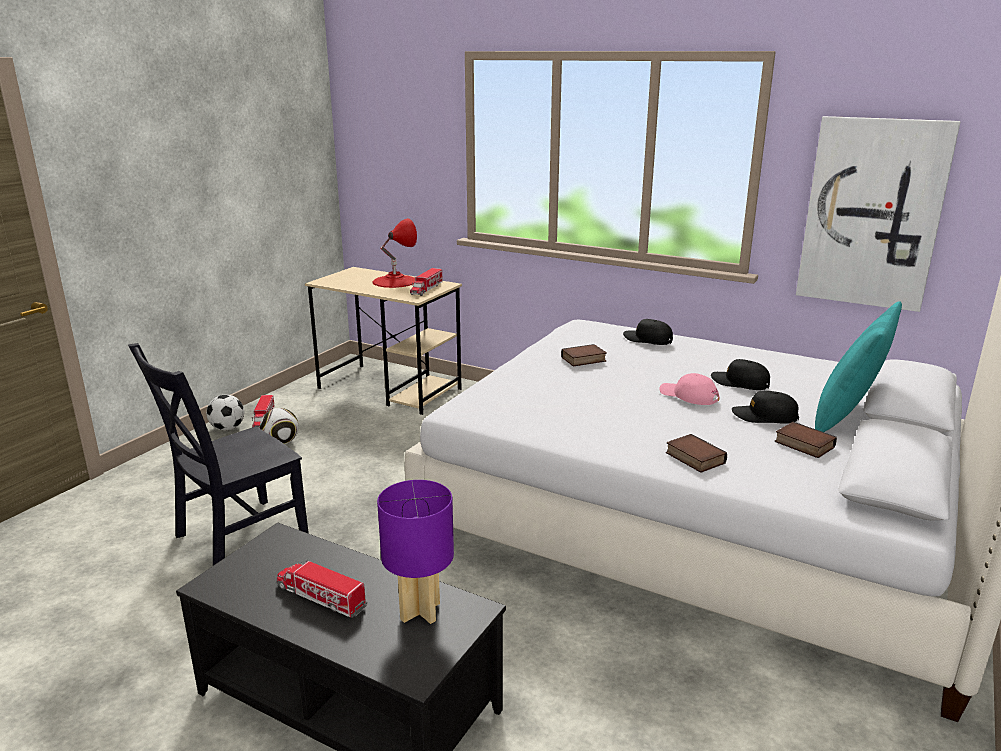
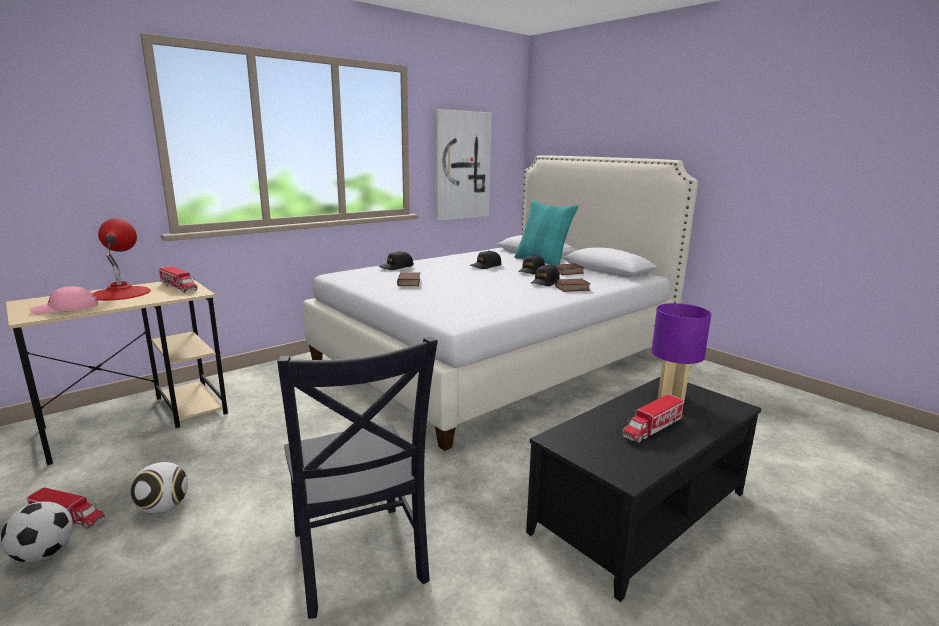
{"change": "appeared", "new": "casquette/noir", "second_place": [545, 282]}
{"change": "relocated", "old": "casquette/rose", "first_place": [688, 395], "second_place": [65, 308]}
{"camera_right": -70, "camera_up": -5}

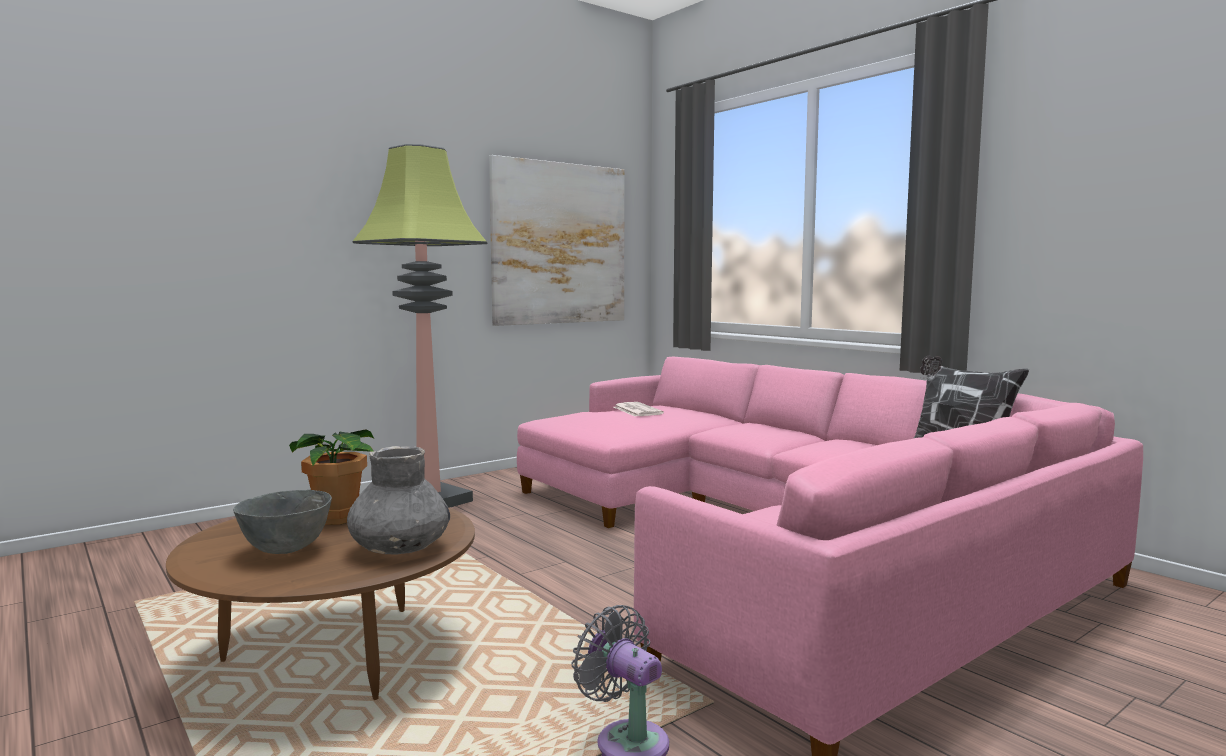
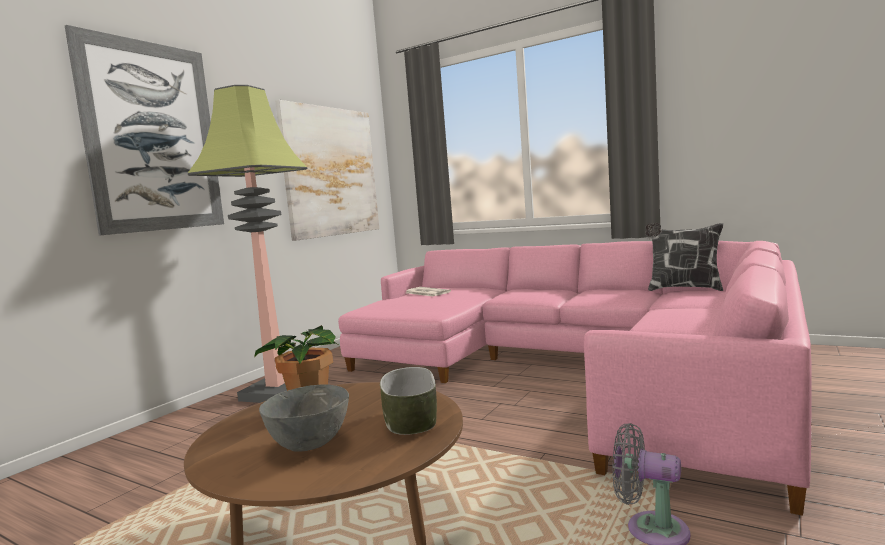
{"change": "appeared", "new": "tableau", "second_place": [153, 137]}
{"change": "exchanged", "old": "vase/gris", "new": "bol", "first_place": [399, 549], "second_place": [412, 421]}
{"camera_right": -20, "camera_up": 0}

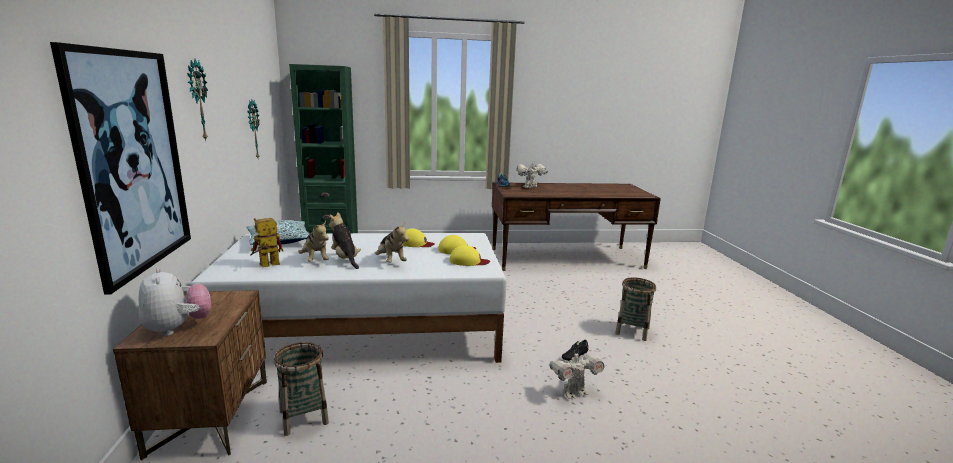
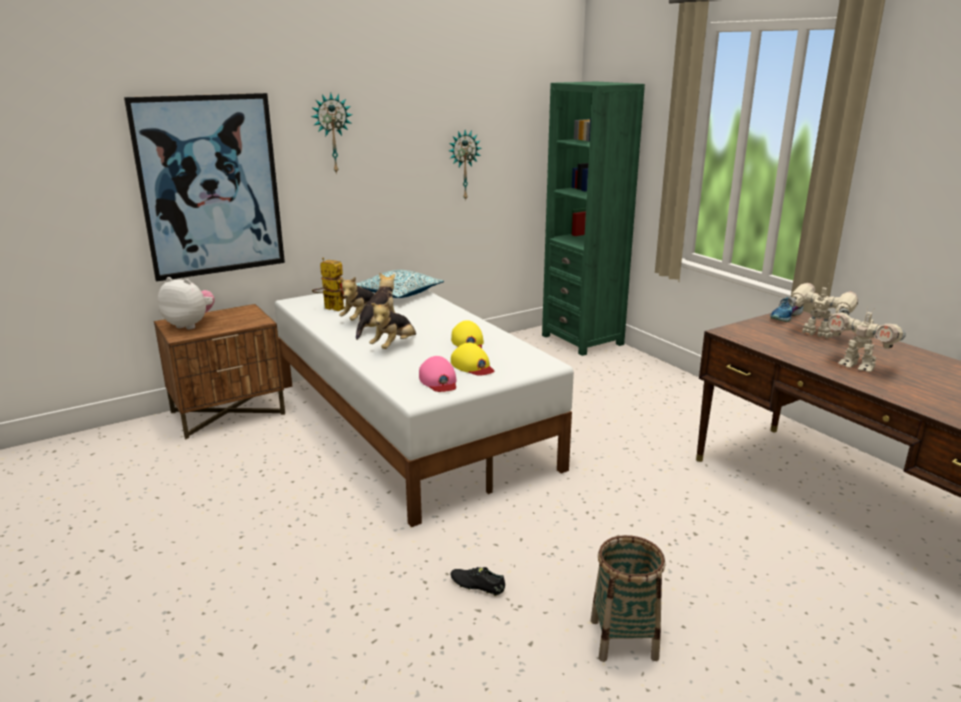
{"change": "missing", "old": "panier", "first_place": [304, 417]}
{"change": "relocated", "old": "robot jouet", "first_place": [574, 392], "second_place": [857, 366]}
{"change": "colour", "old": "casquette/jaune", "new": "casquette/rose", "first_place": [468, 261], "second_place": [438, 381]}
{"change": "spun", "old": "peluche", "first_place": [178, 328], "second_place": [190, 325], "degrees": -105}
{"camera_right": 65, "camera_up": 5}

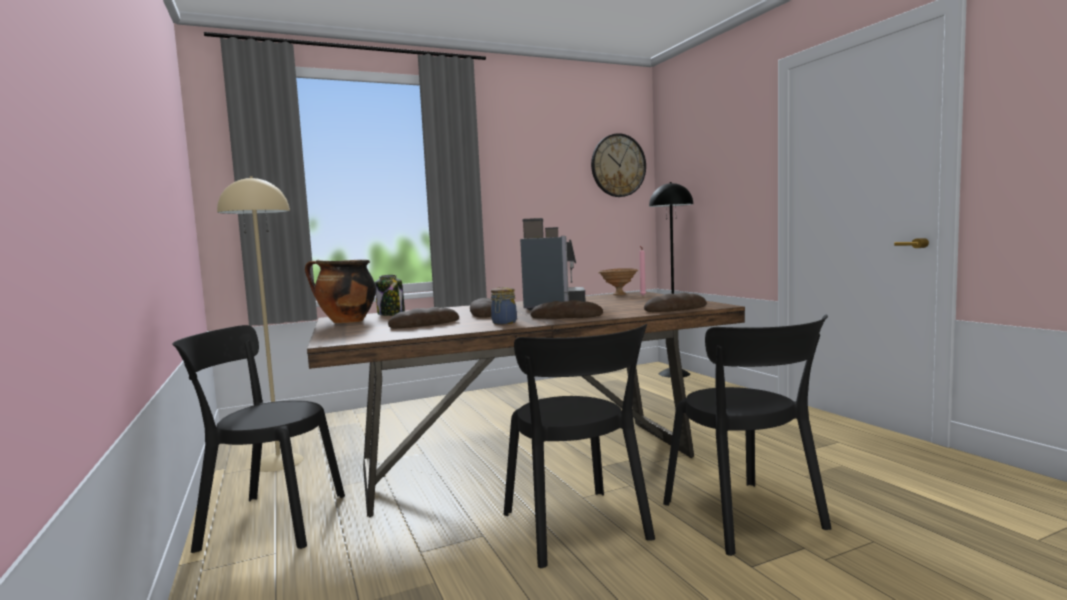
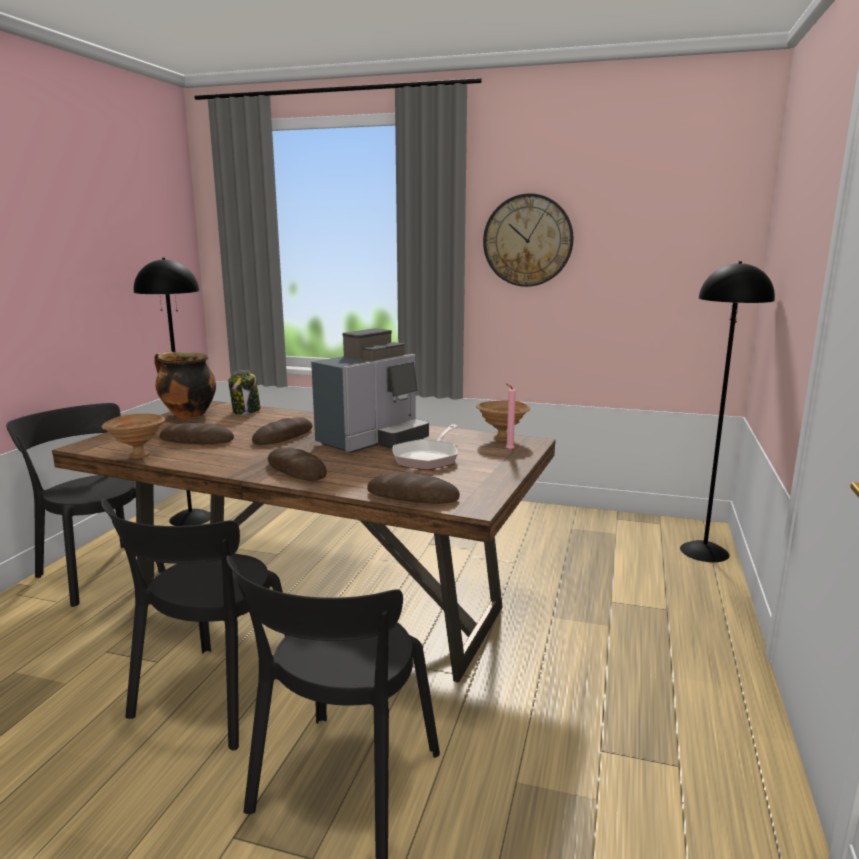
{"change": "missing", "old": "bocal", "first_place": [503, 323]}
{"change": "appeared", "new": "bol/marron", "second_place": [137, 455]}
{"change": "appeared", "new": "poêle", "second_place": [427, 458]}
{"change": "relocated", "old": "horloge murale", "first_place": [618, 165], "second_place": [528, 240]}
{"change": "colour", "old": "lampadaire/beige", "new": "lampadaire/noir", "first_place": [279, 462], "second_place": [191, 518]}
{"camera_right": 40, "camera_up": 10}

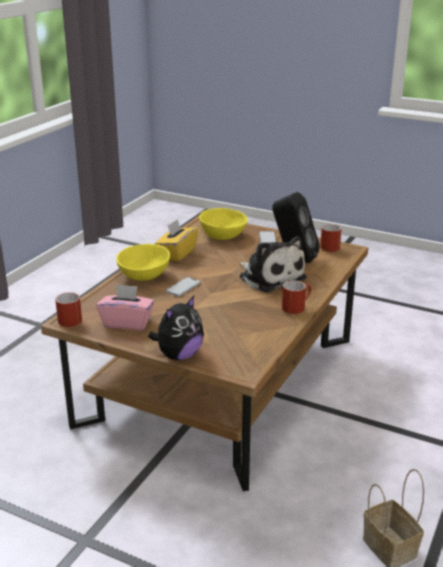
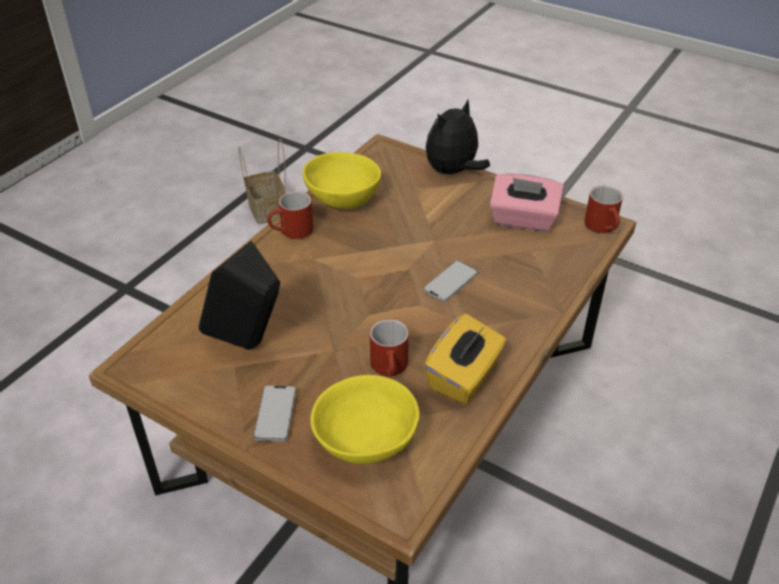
{"change": "missing", "old": "peluche", "first_place": [270, 277]}
{"change": "relocated", "old": "bol/jaune", "first_place": [144, 275], "second_place": [343, 199]}
{"change": "relocated", "old": "mug/rouge", "first_place": [328, 246], "second_place": [391, 368]}
{"camera_right": -175, "camera_up": 15}

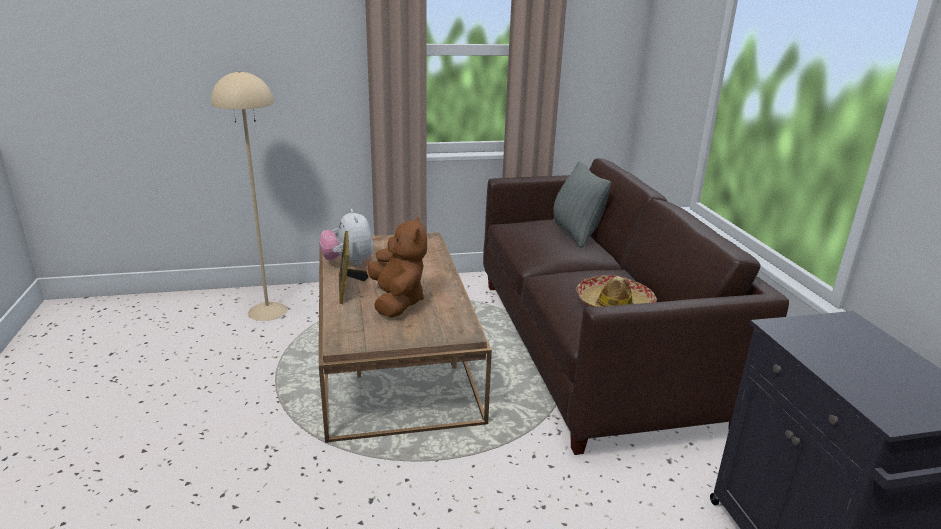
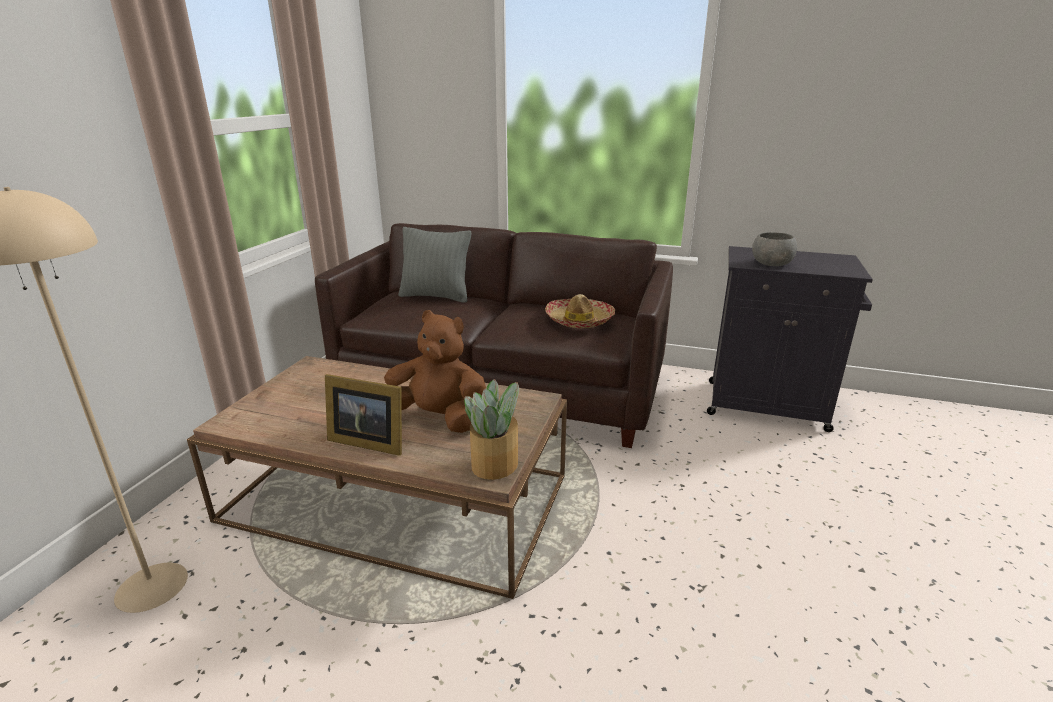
{"change": "missing", "old": "peluche", "first_place": [348, 262]}
{"change": "appeared", "new": "plante en pot", "second_place": [495, 464]}
{"change": "appeared", "new": "bol/gris", "second_place": [771, 264]}
{"camera_right": -60, "camera_up": 0}

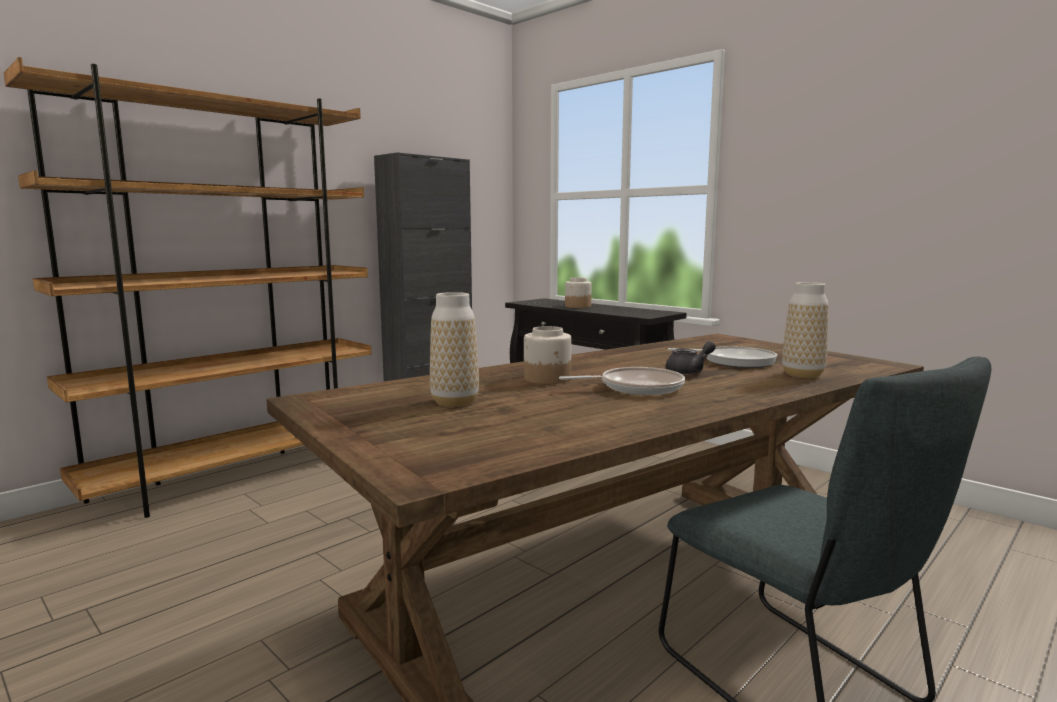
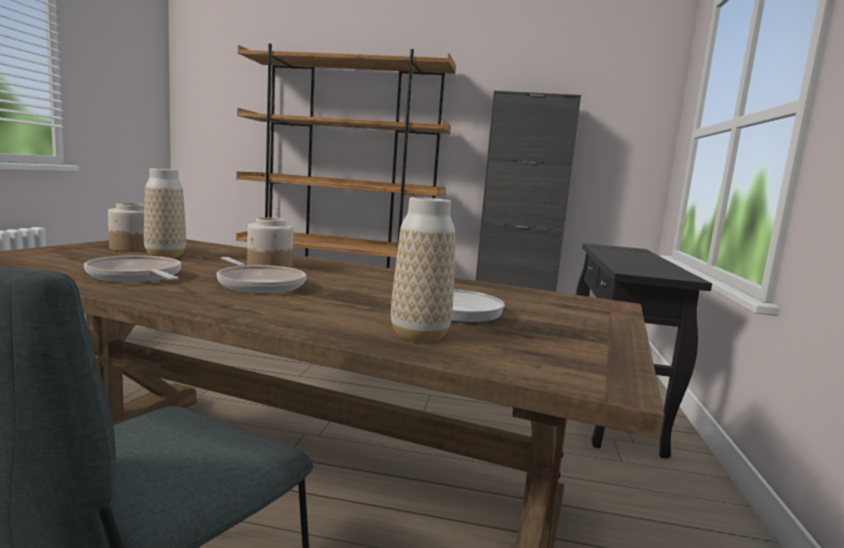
{"change": "missing", "old": "théière/gris", "first_place": [689, 372]}
{"change": "appeared", "new": "poêle", "second_place": [136, 277]}
{"change": "relocated", "old": "bocal", "first_place": [577, 306], "second_place": [132, 248]}
{"camera_right": 55, "camera_up": 0}

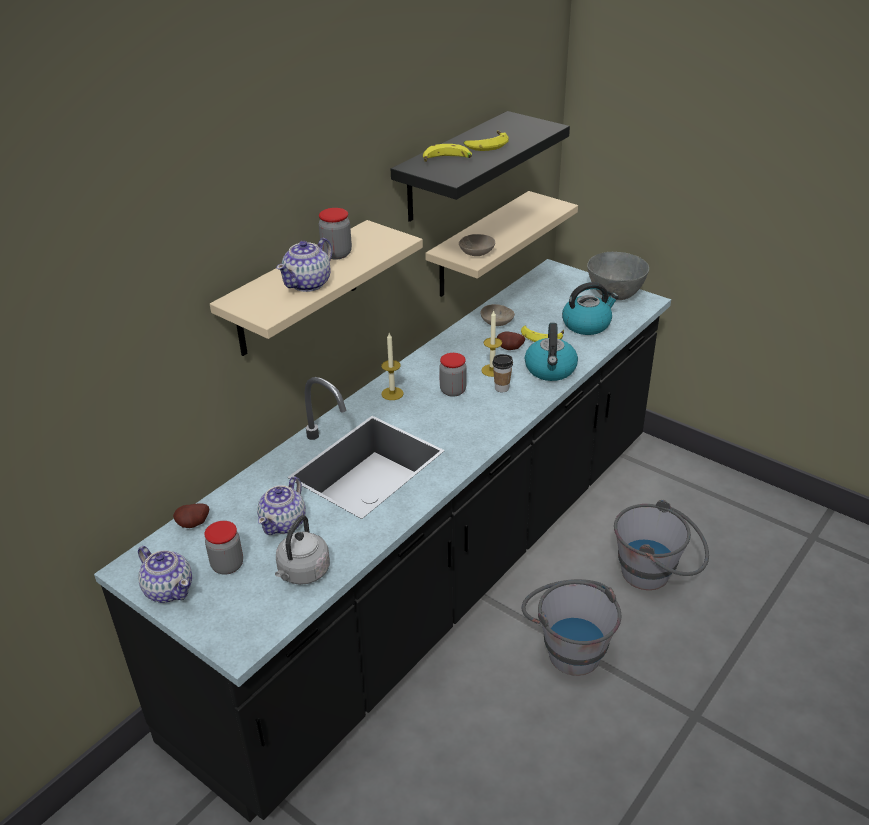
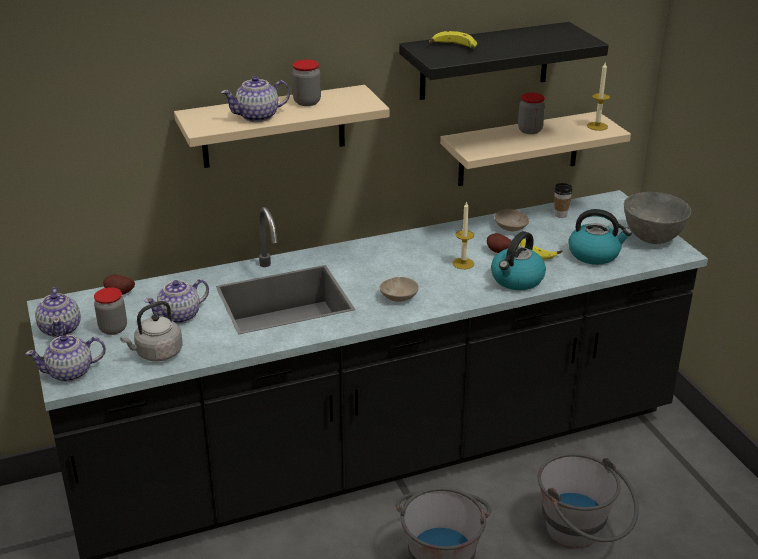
{"change": "missing", "old": "banane", "first_place": [485, 145]}
{"change": "appeared", "new": "théière", "second_place": [71, 372]}
{"change": "relocated", "old": "bougie", "first_place": [392, 393], "second_place": [597, 126]}
{"change": "relocated", "old": "bocal", "first_place": [453, 390], "second_place": [530, 130]}
{"change": "relocated", "old": "bol/beige", "first_place": [477, 253], "second_place": [399, 297]}
{"change": "relocated", "old": "tasse", "first_place": [501, 388], "second_place": [560, 215]}
{"camera_right": 30, "camera_up": -5}

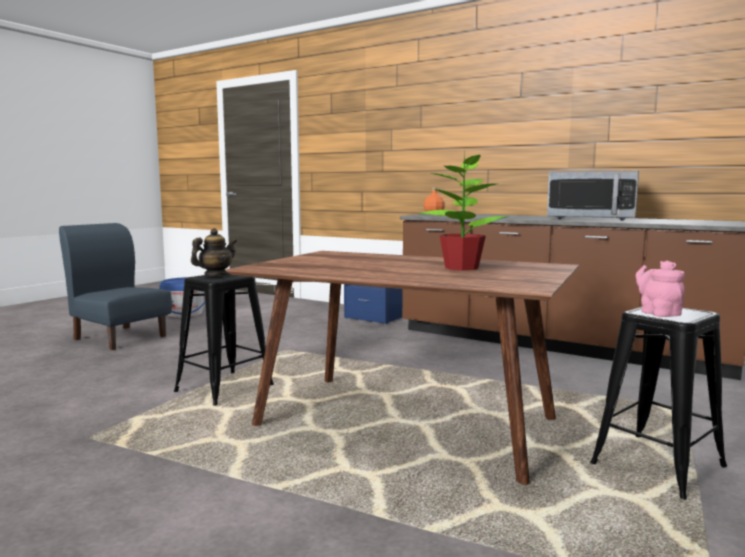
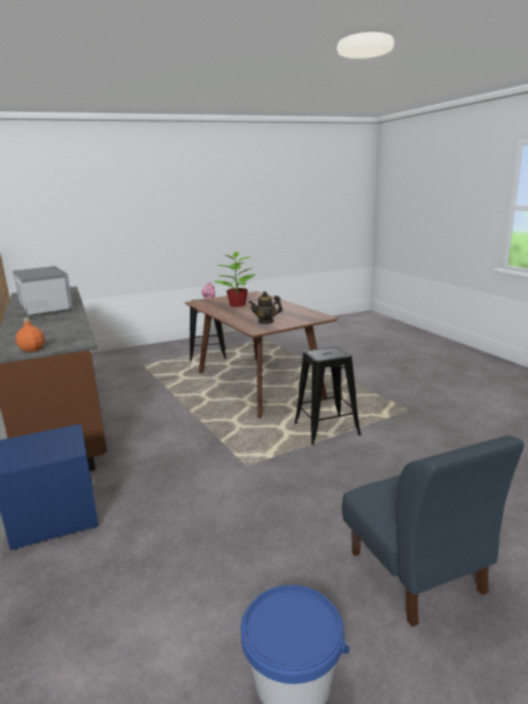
{"change": "relocated", "old": "théière", "first_place": [215, 275], "second_place": [266, 322]}
{"camera_right": -145, "camera_up": 10}

